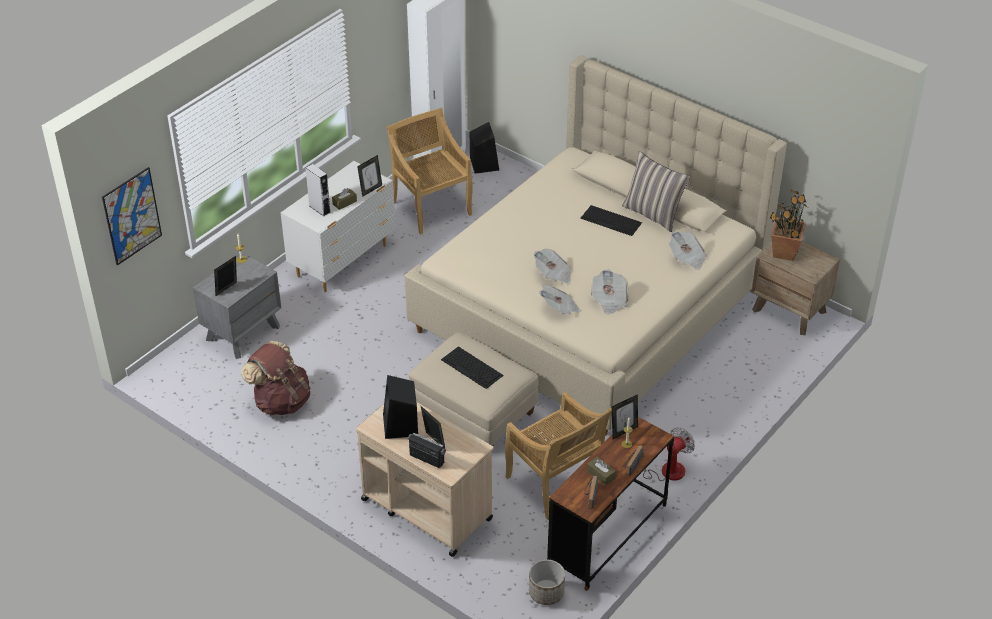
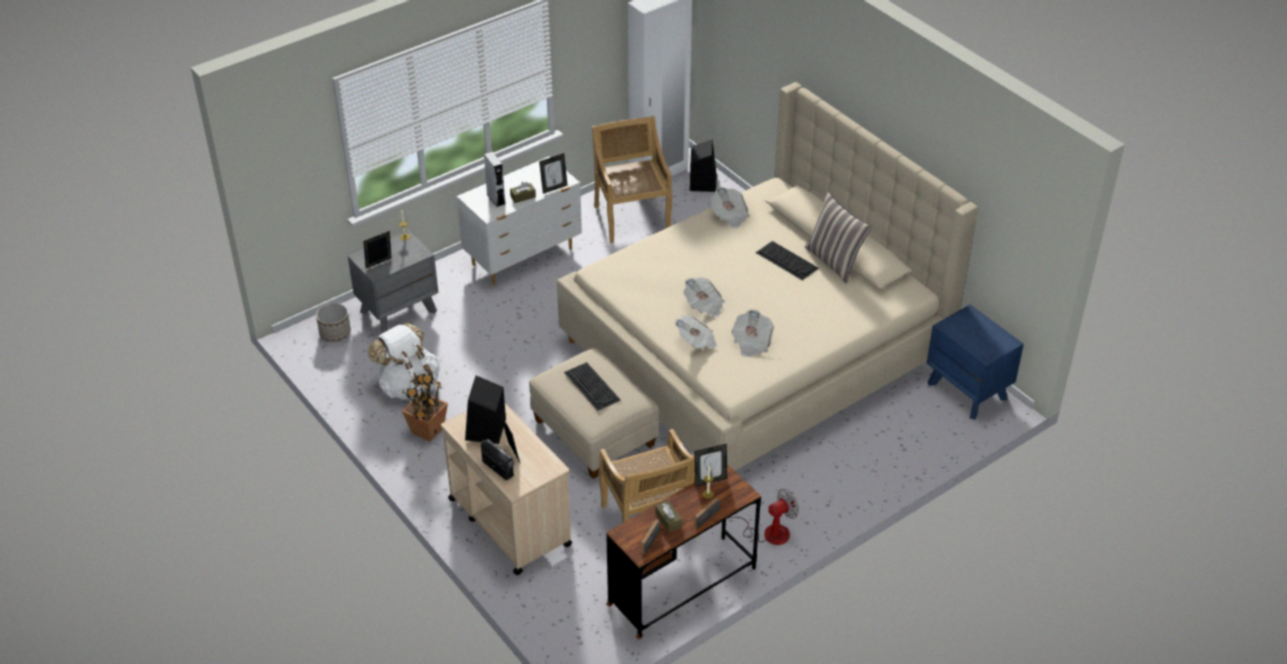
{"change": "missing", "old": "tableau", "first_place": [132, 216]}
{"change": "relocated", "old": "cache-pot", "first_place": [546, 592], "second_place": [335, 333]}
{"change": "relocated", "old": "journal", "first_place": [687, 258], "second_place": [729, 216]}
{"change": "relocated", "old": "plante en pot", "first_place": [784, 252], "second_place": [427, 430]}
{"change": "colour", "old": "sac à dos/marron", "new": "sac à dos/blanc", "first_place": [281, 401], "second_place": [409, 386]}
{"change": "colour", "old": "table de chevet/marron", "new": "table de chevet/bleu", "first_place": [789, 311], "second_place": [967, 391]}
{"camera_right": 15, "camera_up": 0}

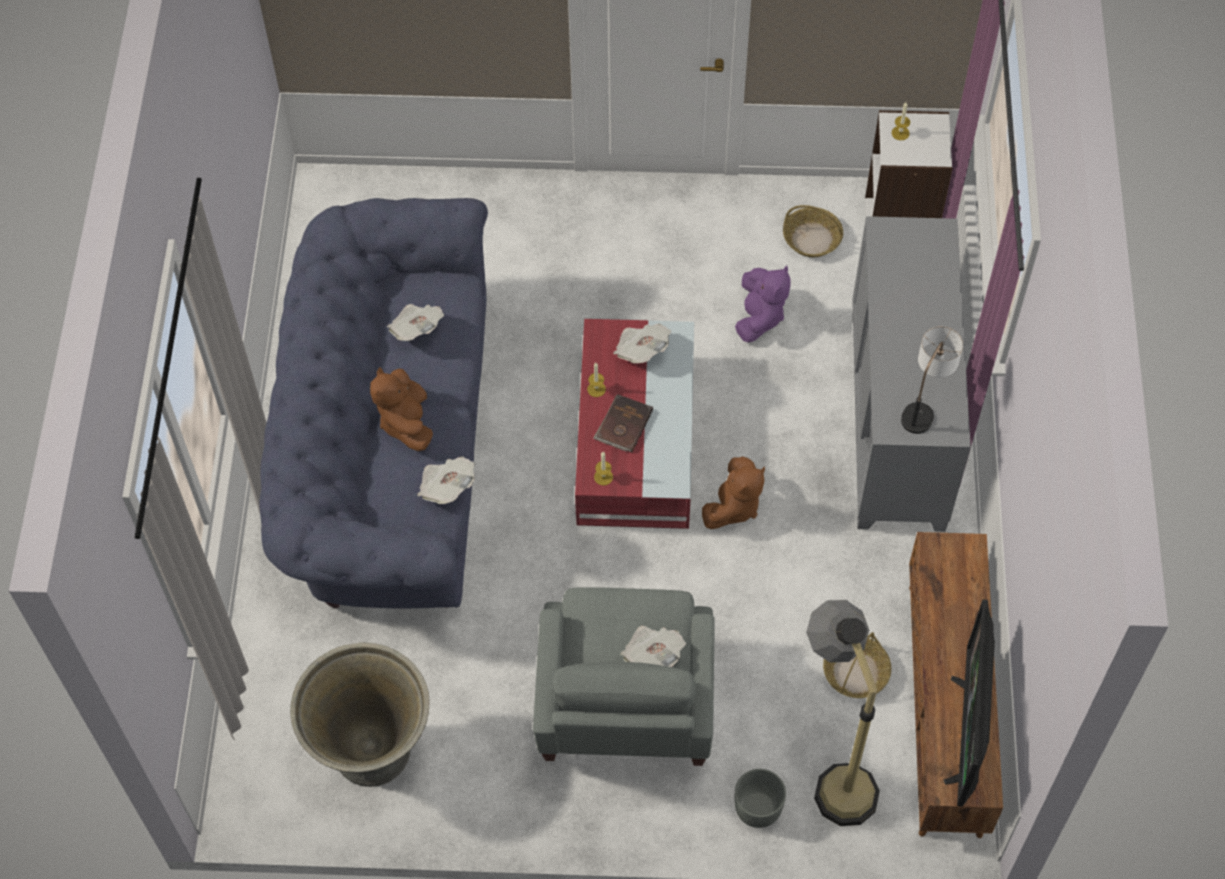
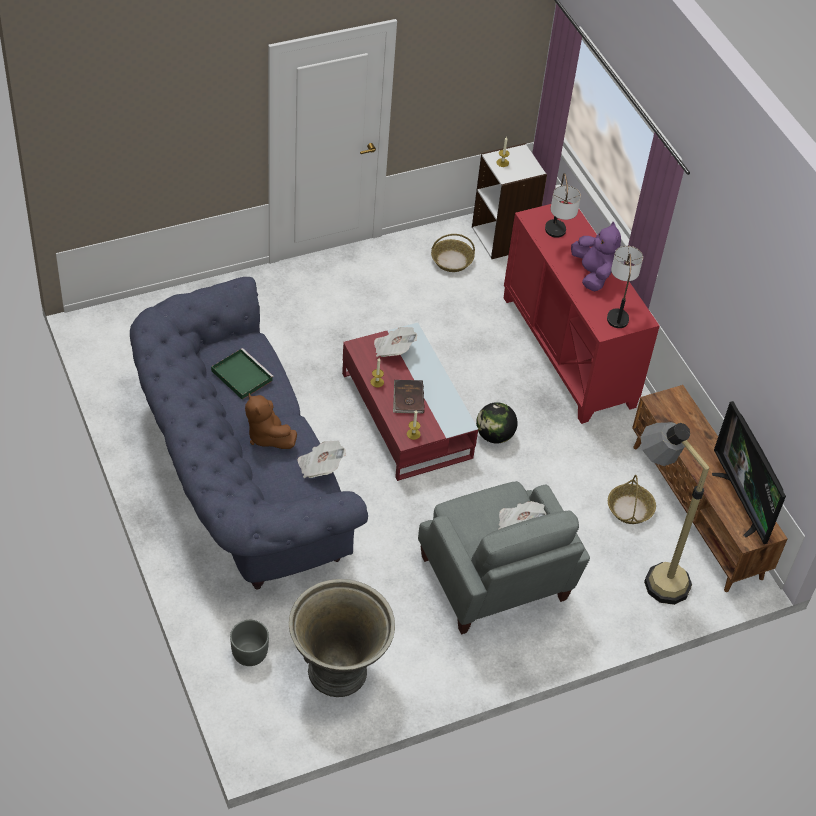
{"change": "appeared", "new": "lampe de table", "second_place": [556, 237]}
{"change": "relocated", "old": "cache-pot/gris", "first_place": [757, 808], "second_place": [249, 653]}
{"change": "relocated", "old": "peluche/violet", "first_place": [759, 317], "second_place": [592, 274]}
{"change": "exchanged", "old": "journal", "new": "plateau/vert", "first_place": [416, 329], "second_place": [241, 375]}
{"change": "exchanged", "old": "peluche/marron", "new": "globe", "first_place": [733, 506], "second_place": [494, 435]}
{"change": "colour", "old": "meuble de rangement/gris", "new": "meuble de rangement/rouge", "first_place": [898, 420], "second_place": [569, 351]}
{"camera_right": -30, "camera_up": -10}

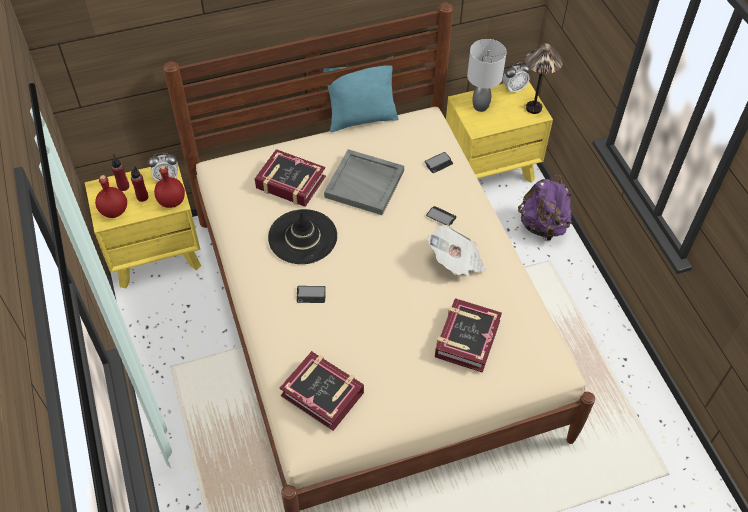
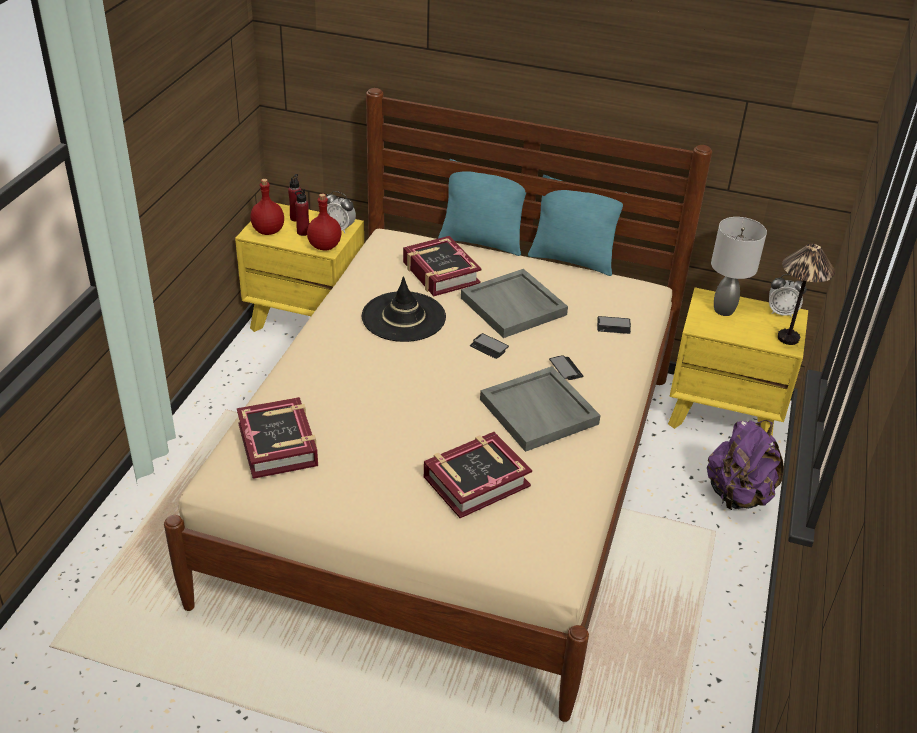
{"change": "appeared", "new": "coussin/turquoise", "second_place": [482, 242]}
{"change": "relocated", "old": "téléphone", "first_place": [311, 295], "second_place": [489, 347]}
{"change": "exchanged", "old": "journal", "new": "plateau/gris", "first_place": [456, 261], "second_place": [540, 412]}
{"camera_right": 35, "camera_up": -15}

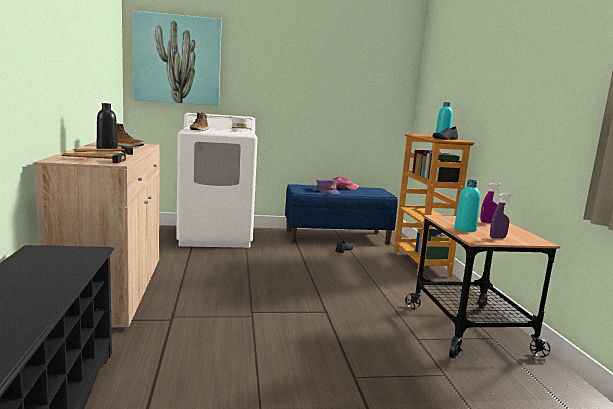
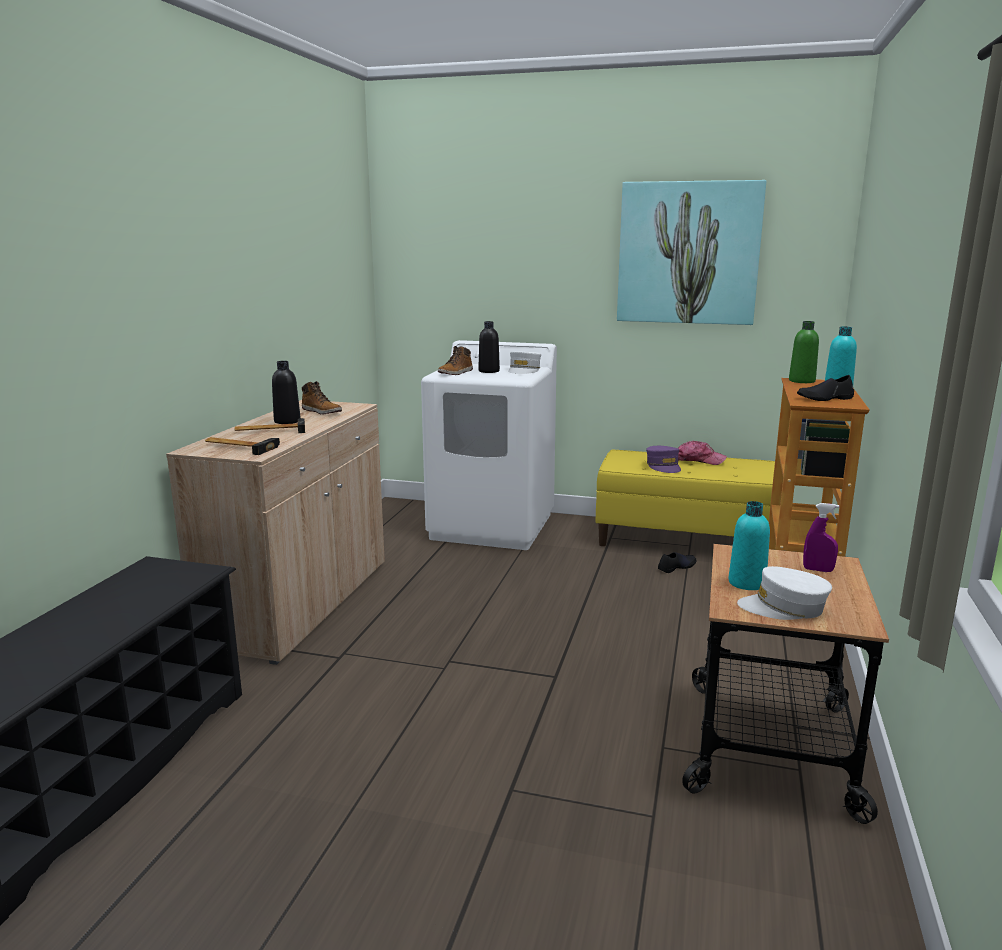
{"change": "appeared", "new": "bouteille/noir", "second_place": [489, 371]}
{"change": "appeared", "new": "bouteille/vert", "second_place": [801, 381]}
{"change": "relocated", "old": "tableau", "first_place": [177, 60], "second_place": [688, 253]}
{"change": "exchanged", "old": "vaporisateur/violet", "new": "casquette/blanc", "first_place": [497, 238], "second_place": [783, 608]}
{"change": "colour", "old": "banc/bleu", "new": "banc/jaune", "first_place": [337, 237], "second_place": [685, 541]}
{"camera_right": 25, "camera_up": 5}

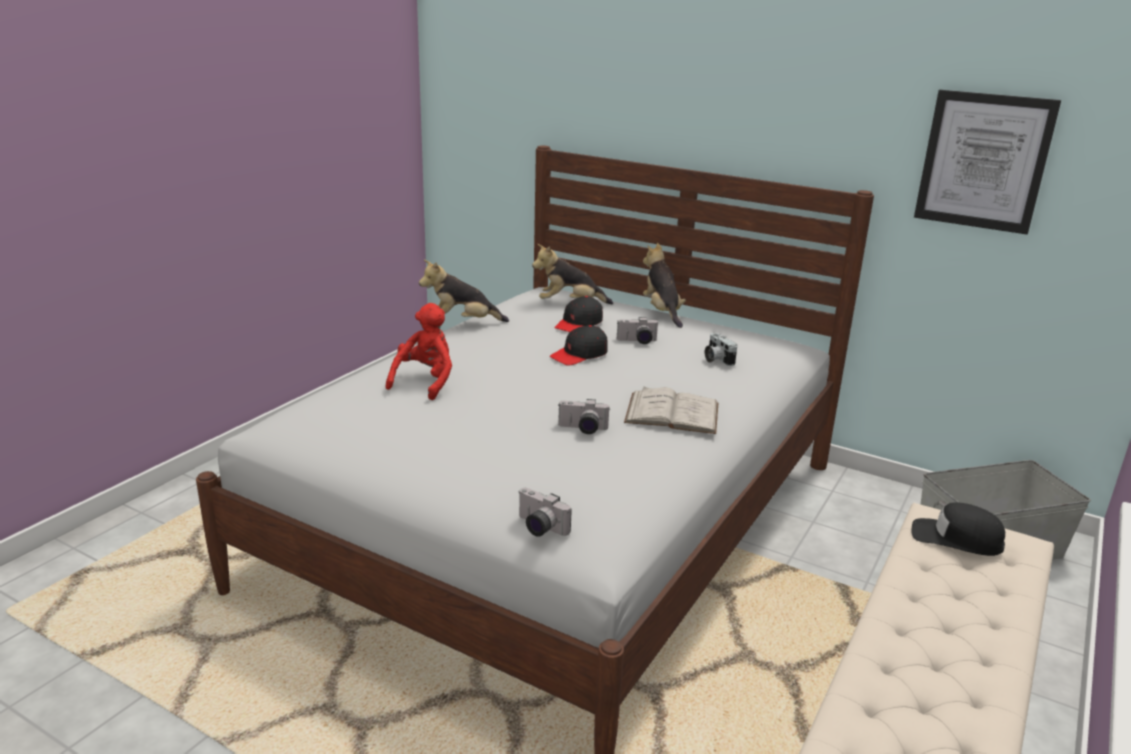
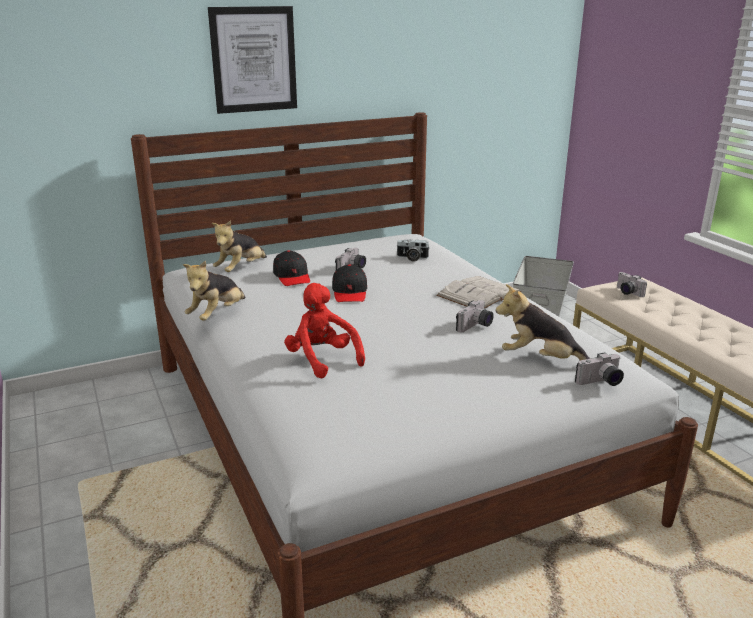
{"change": "relocated", "old": "peluche", "first_place": [662, 312], "second_place": [540, 359]}
{"change": "relocated", "old": "tableau", "first_place": [983, 161], "second_place": [254, 59]}
{"change": "exchanged", "old": "casquette/noir", "new": "appareil photo", "first_place": [956, 538], "second_place": [627, 292]}
{"camera_right": -55, "camera_up": 0}

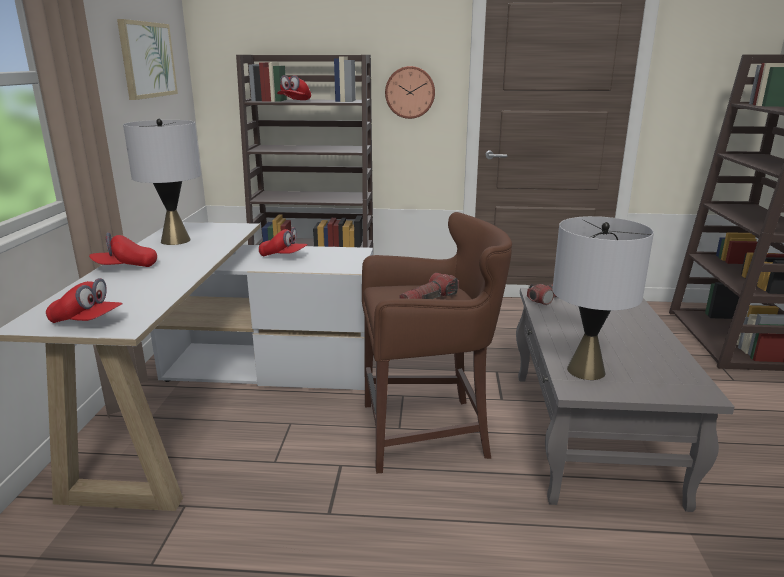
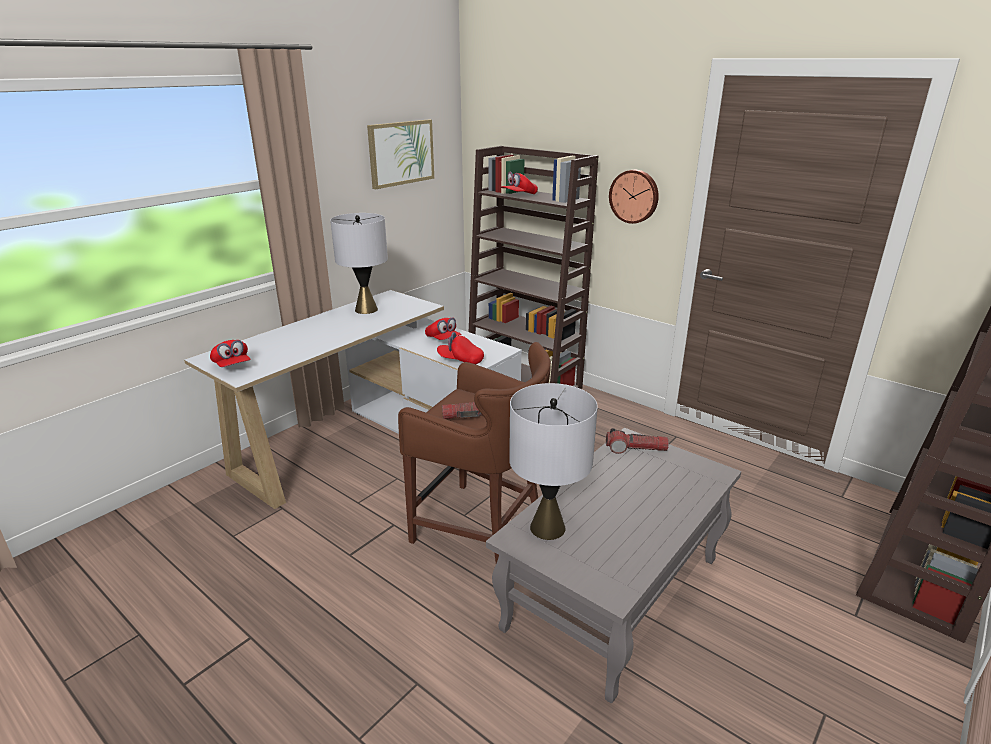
{"change": "relocated", "old": "casquette/rouge", "first_place": [126, 267], "second_place": [460, 360]}
{"camera_right": 35, "camera_up": 5}

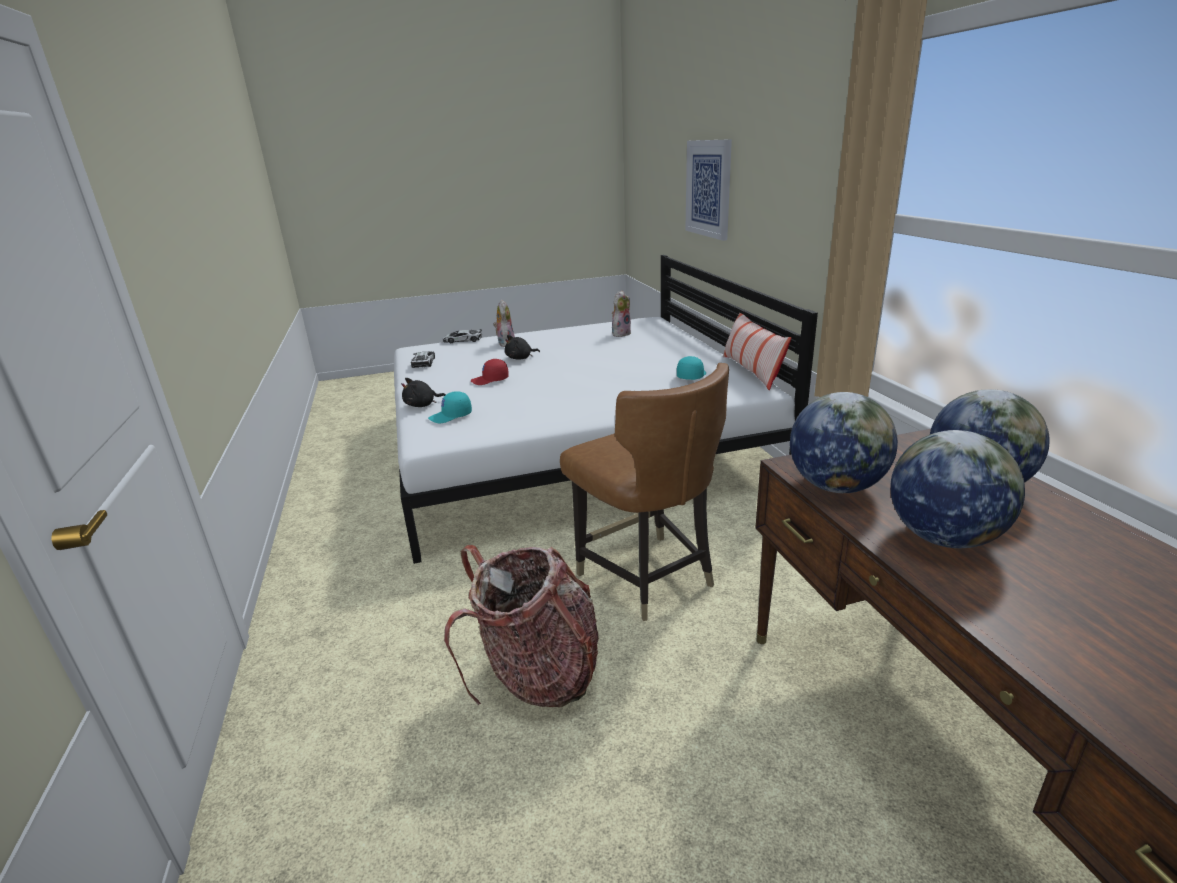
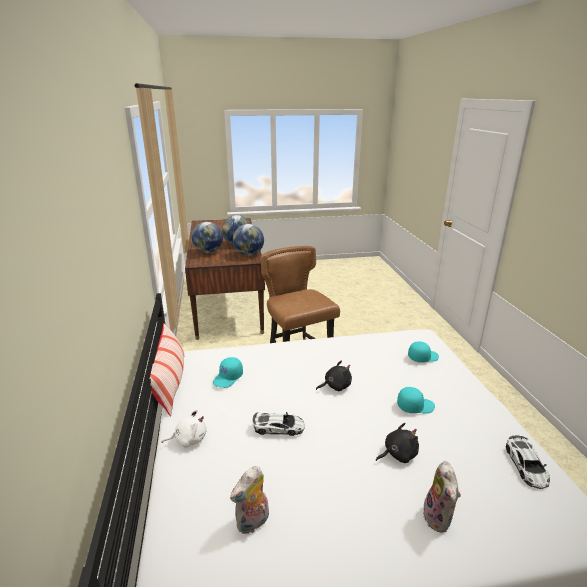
{"change": "missing", "old": "sac à dos", "first_place": [538, 674]}
{"change": "missing", "old": "tableau", "first_place": [708, 188]}
{"change": "appeared", "new": "peluche/blanc", "second_place": [188, 439]}
{"change": "relocated", "old": "peluche/noir", "first_place": [422, 405], "second_place": [335, 386]}
{"change": "relocated", "old": "petite voiture", "first_place": [462, 340], "second_place": [278, 427]}
{"change": "colour", "old": "casquette/rouge", "new": "casquette/turquoise", "first_place": [490, 380], "second_place": [415, 406]}
{"camera_right": -175, "camera_up": 0}

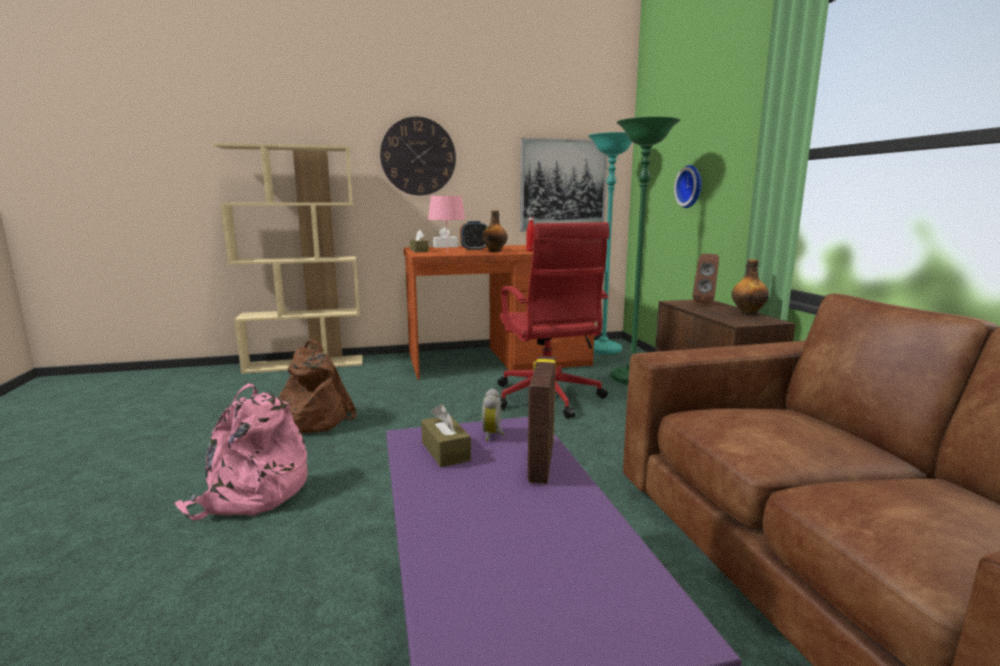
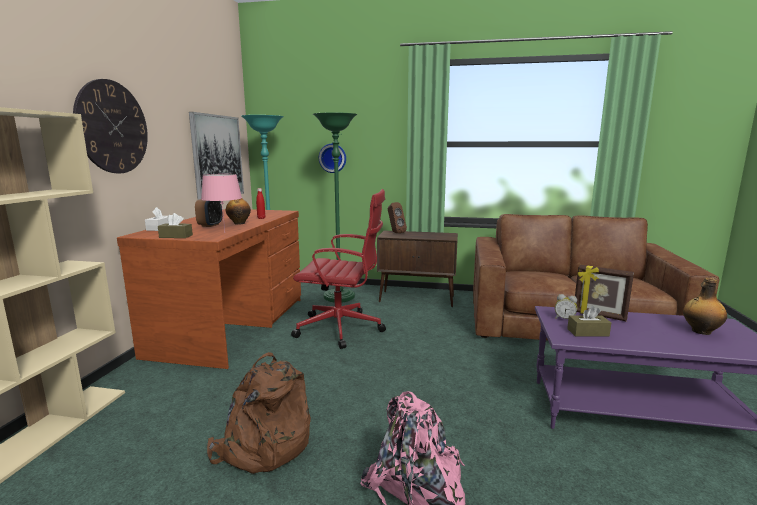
{"change": "relocated", "old": "bouteille", "first_place": [748, 313], "second_place": [700, 331]}
{"camera_right": -65, "camera_up": 0}

